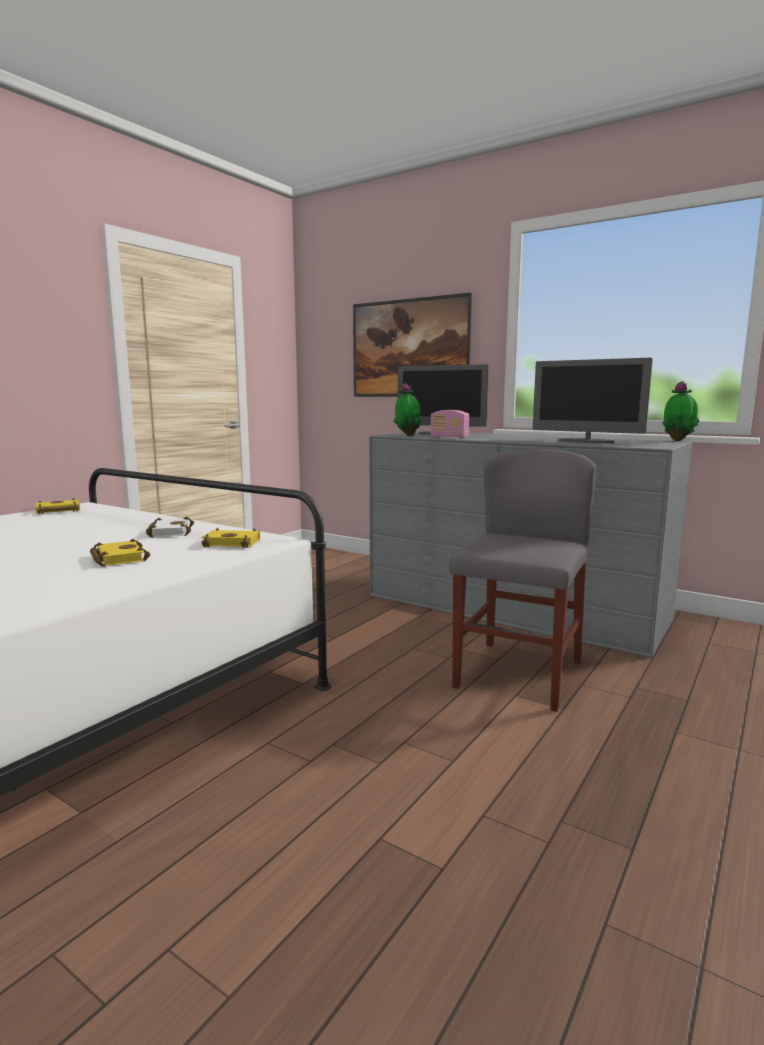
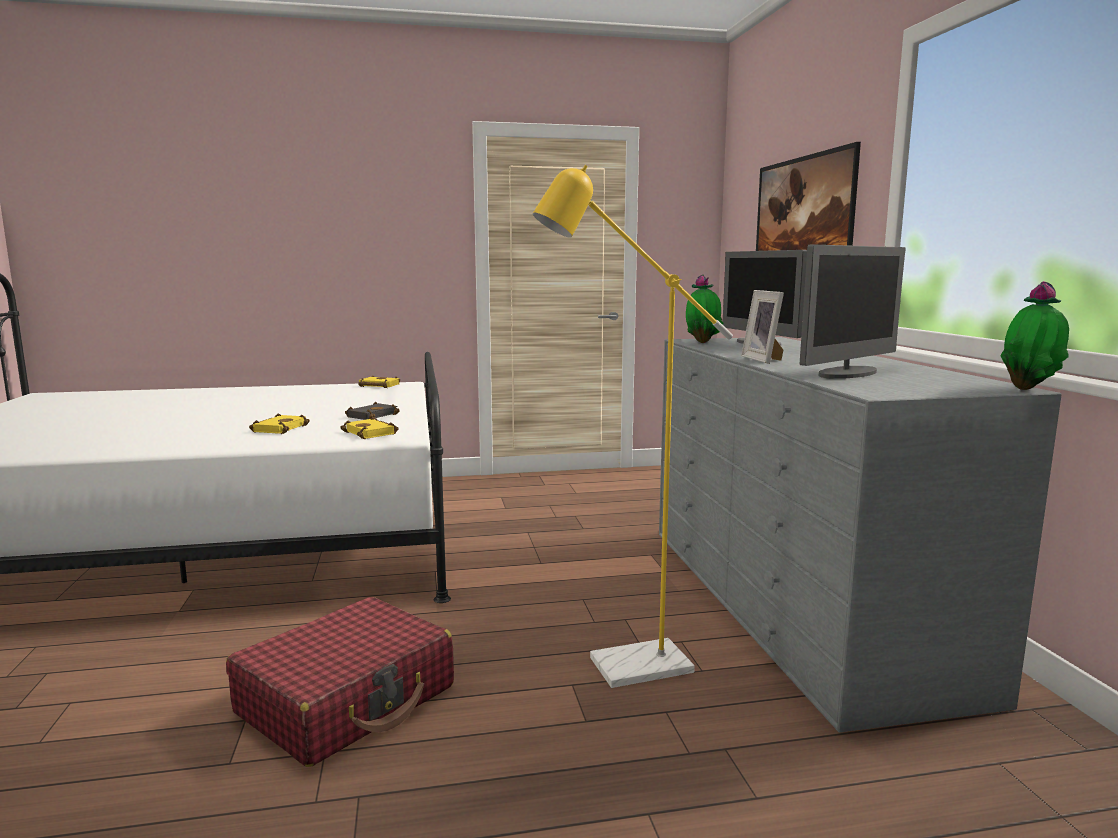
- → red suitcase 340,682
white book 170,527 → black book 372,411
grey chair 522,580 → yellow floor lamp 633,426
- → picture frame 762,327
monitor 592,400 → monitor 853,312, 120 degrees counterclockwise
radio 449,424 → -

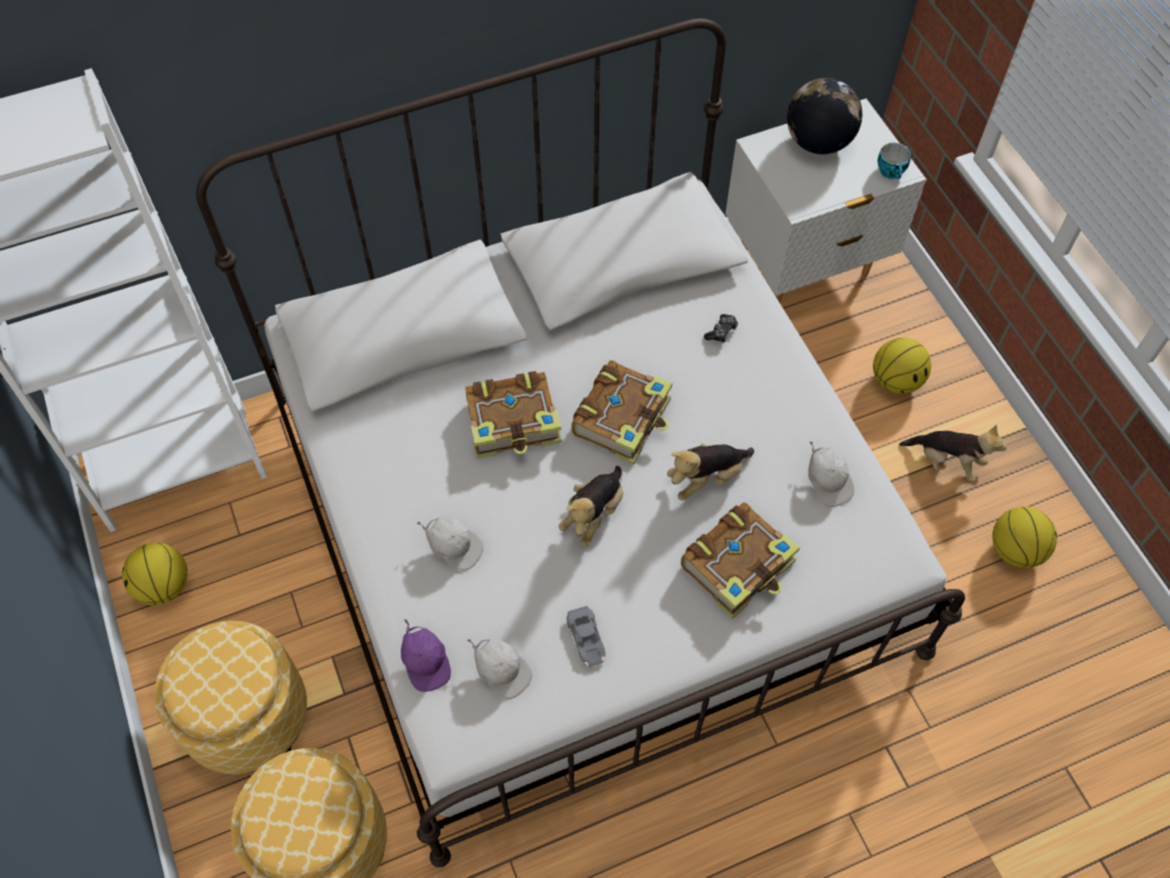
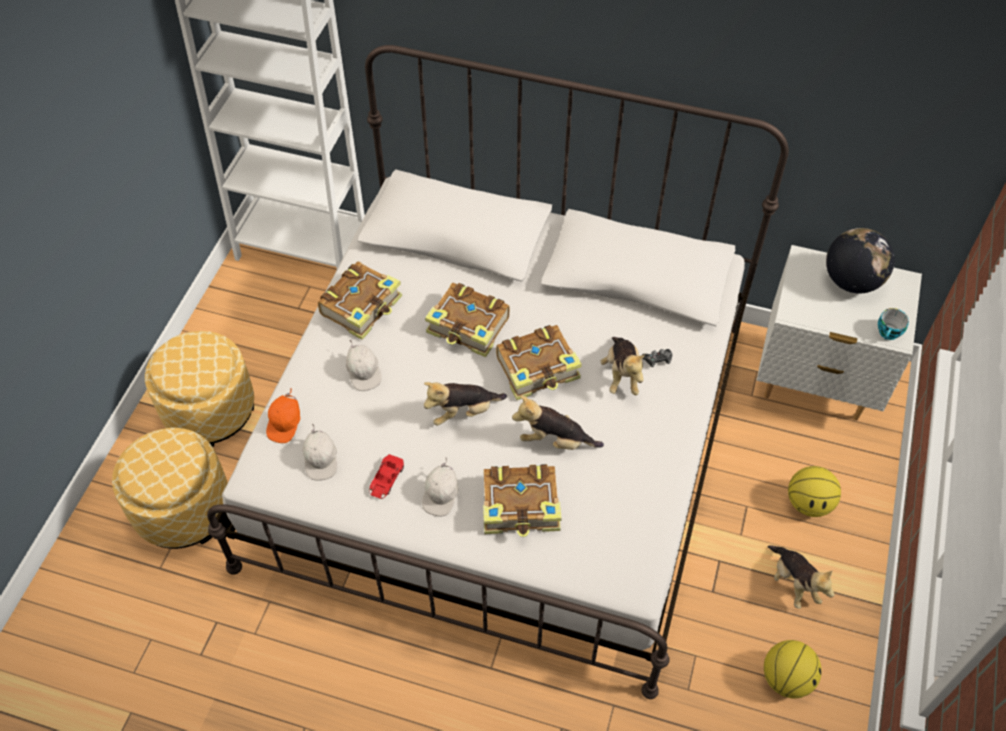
purple cap 426,655 → orange cap 283,415
- → book 360,300
grey toy car 586,636 → red toy car 386,476
white cap 831,474 → white cap 440,486, moved
- → plush toy 622,366
basketball 155,574 → -

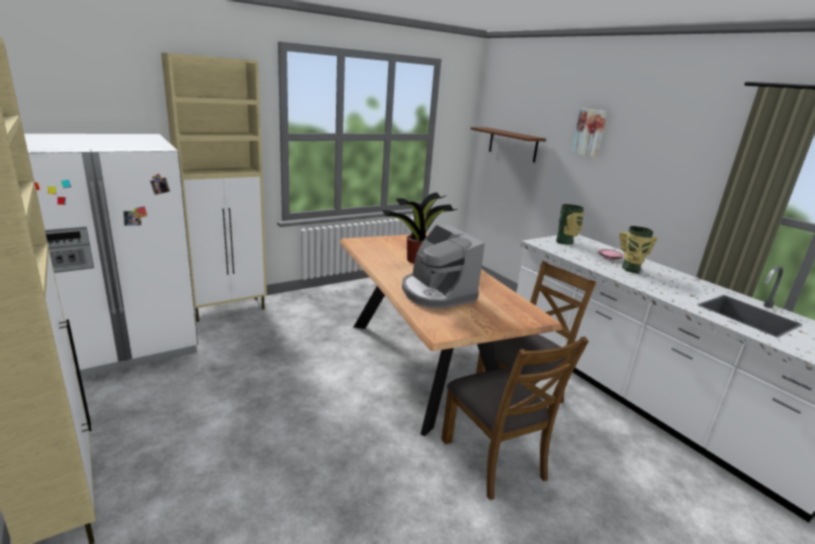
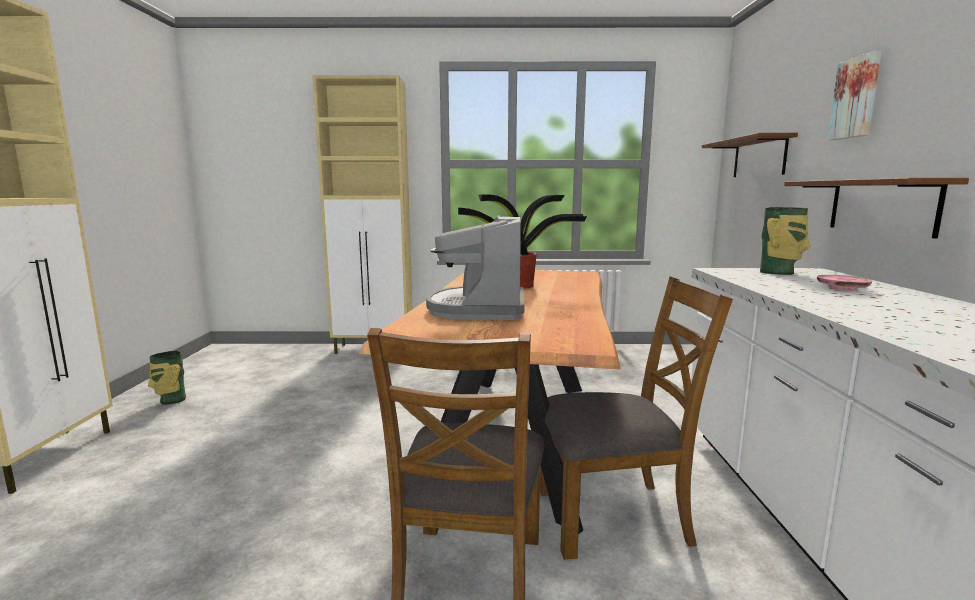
vase 638,249 → vase 167,378, moved
- → brown shelf 876,208
white fridge 111,256 → -

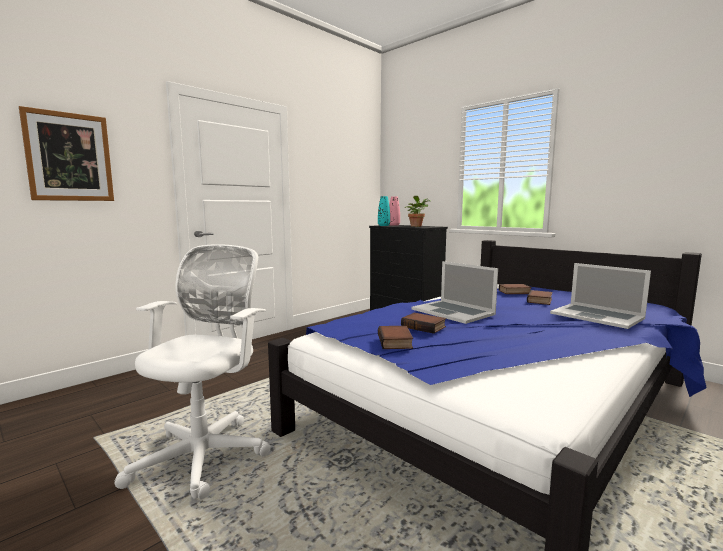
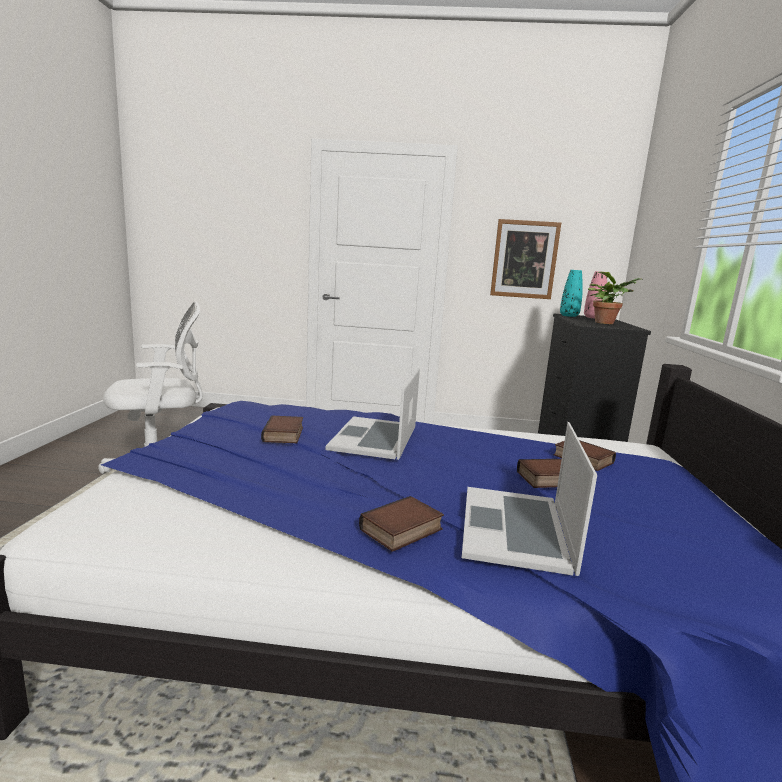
book 395,337 → book 401,524, moved
picture 66,153 → picture 525,259, moved

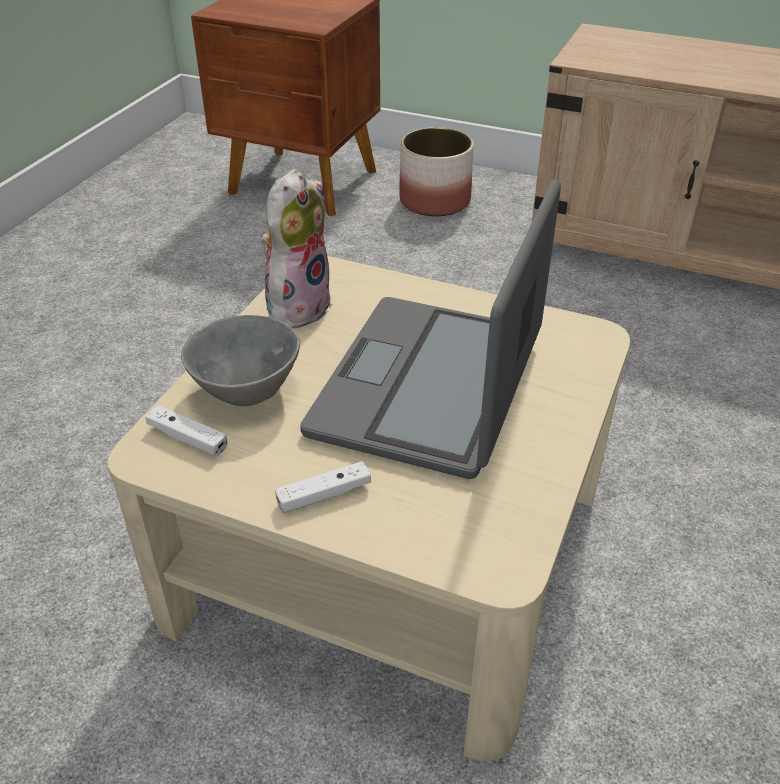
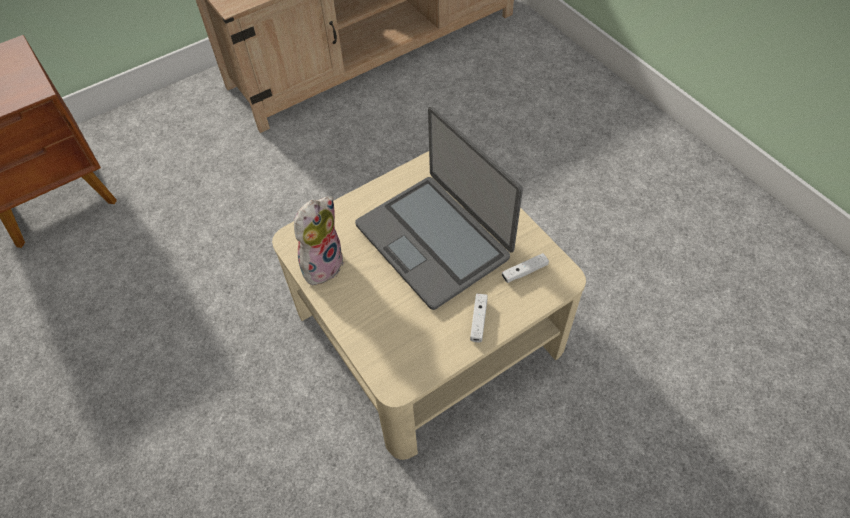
plush toy 297,249 → plush toy 319,240, 60 degrees clockwise
white game controller 186,430 → white game controller 525,268, moved
grey bowl 240,360 → -
planter 436,171 → -

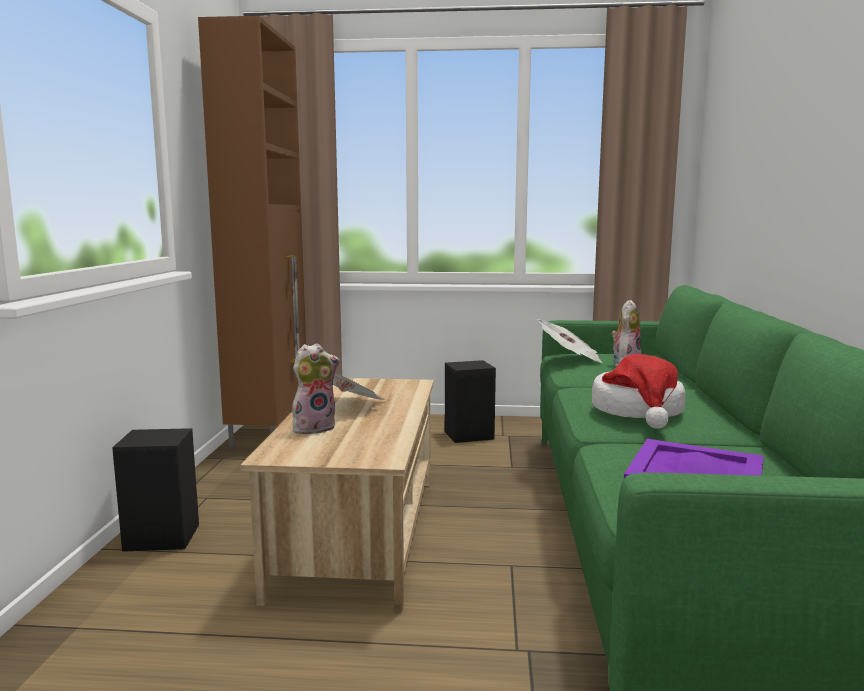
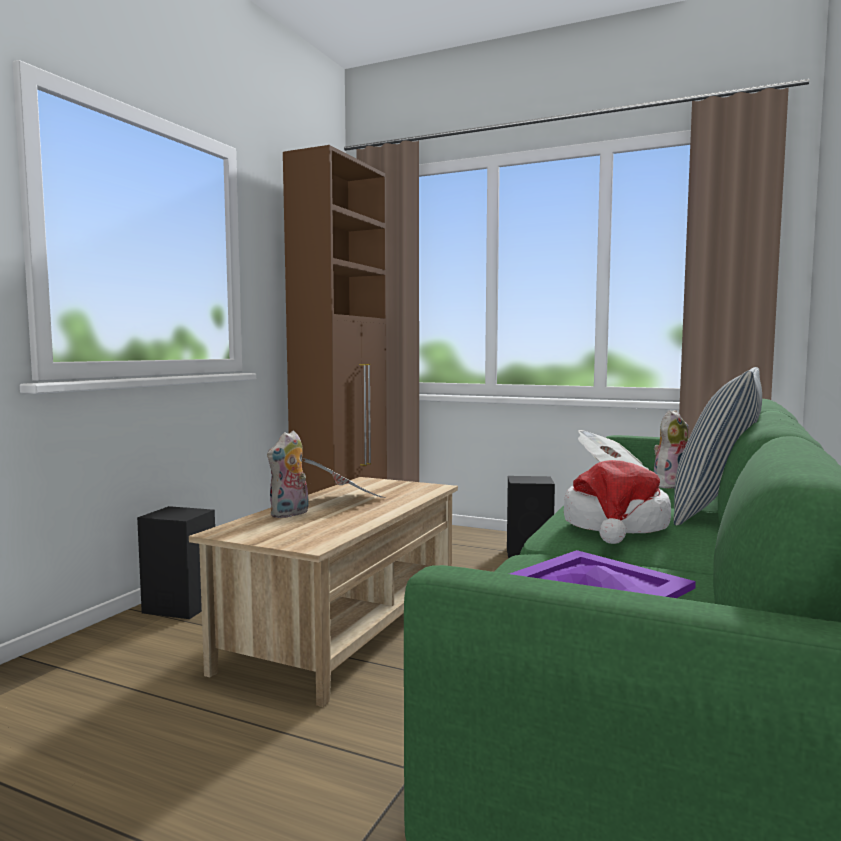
plush toy 316,389 → plush toy 288,474, 135 degrees clockwise
- → pillow 717,446

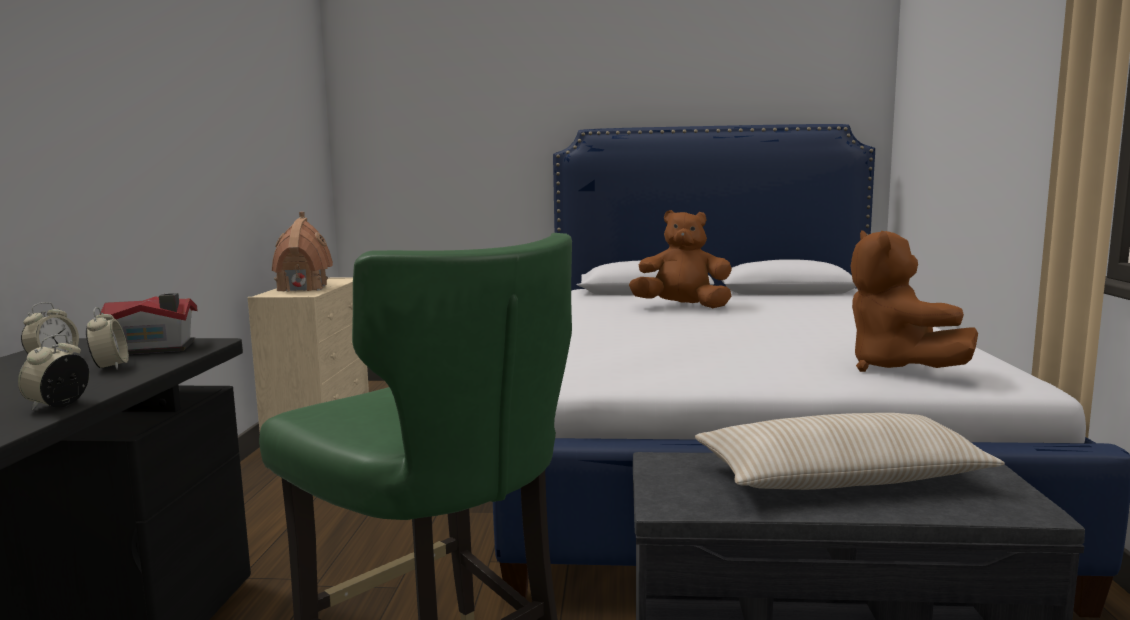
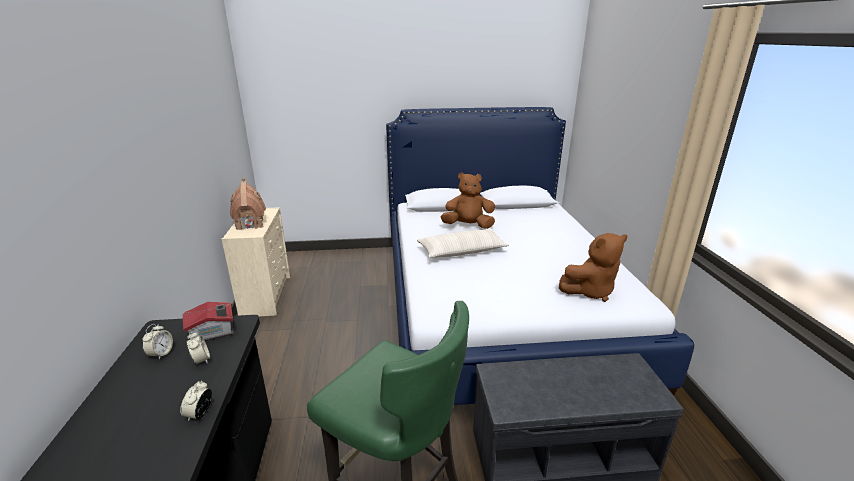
beige pillow 850,451 → beige pillow 463,243, moved
brown plush toy 914,301 → brown plush toy 593,267, 90 degrees counterclockwise

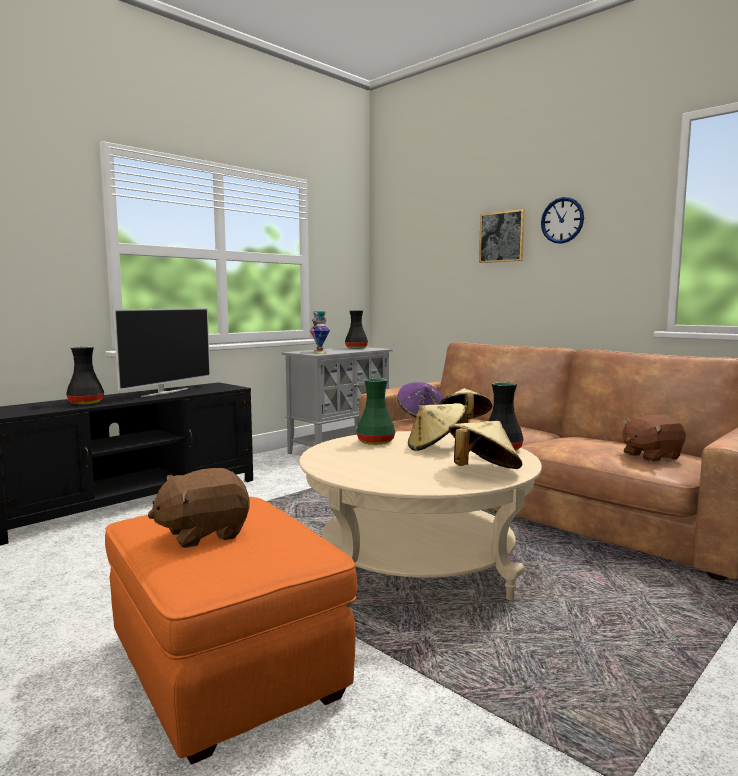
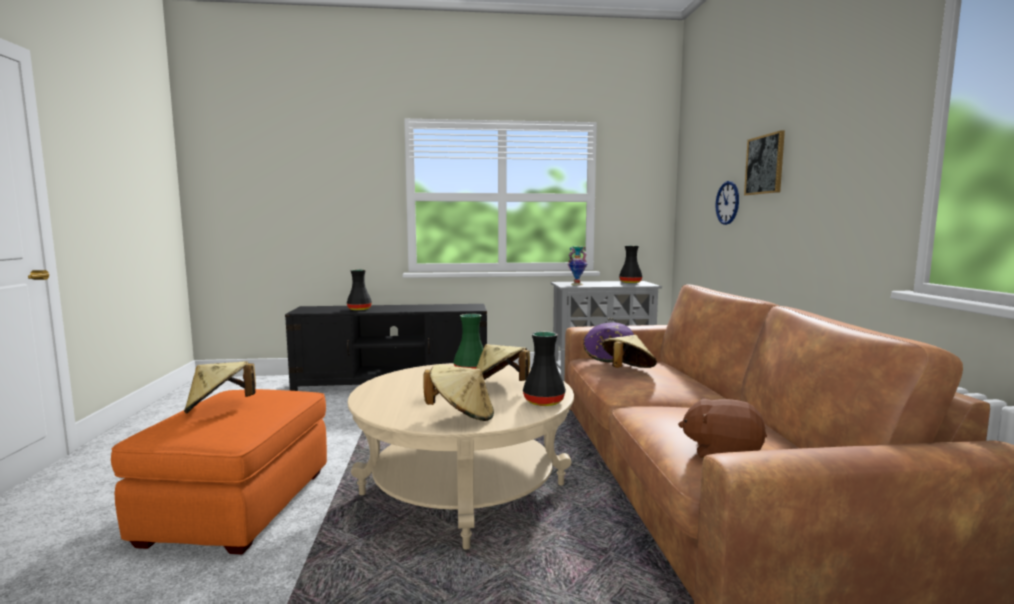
brown plush toy 198,508 → beige hat 220,387
wall clock 562,220 → wall clock 727,203, moved
television 161,352 → -

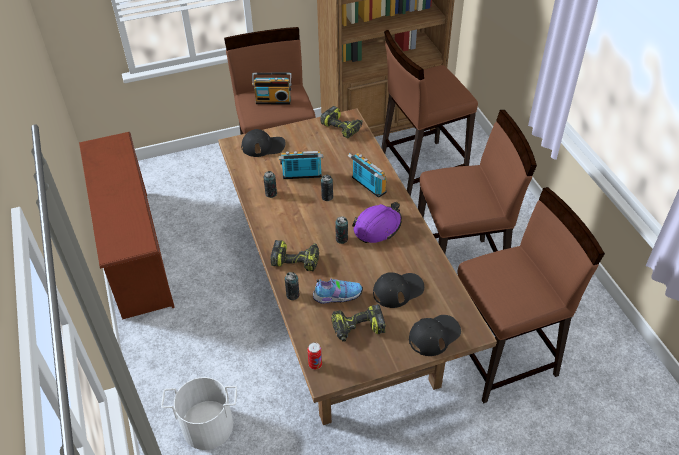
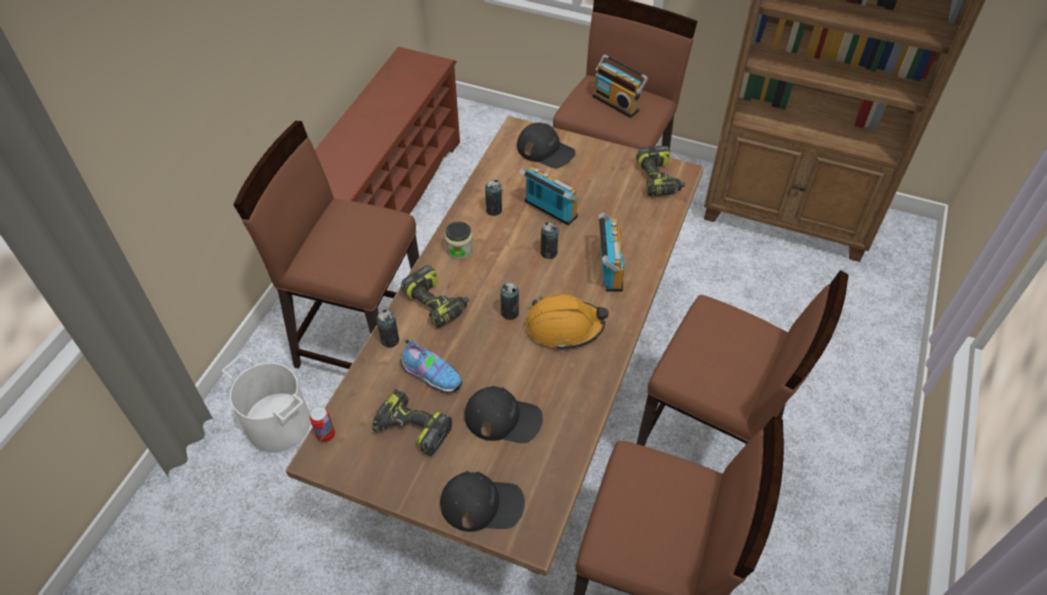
brown stool 430,113 → brown stool 326,245, moved
- → jar 459,240
purple hard hat 377,222 → orange hard hat 567,322

